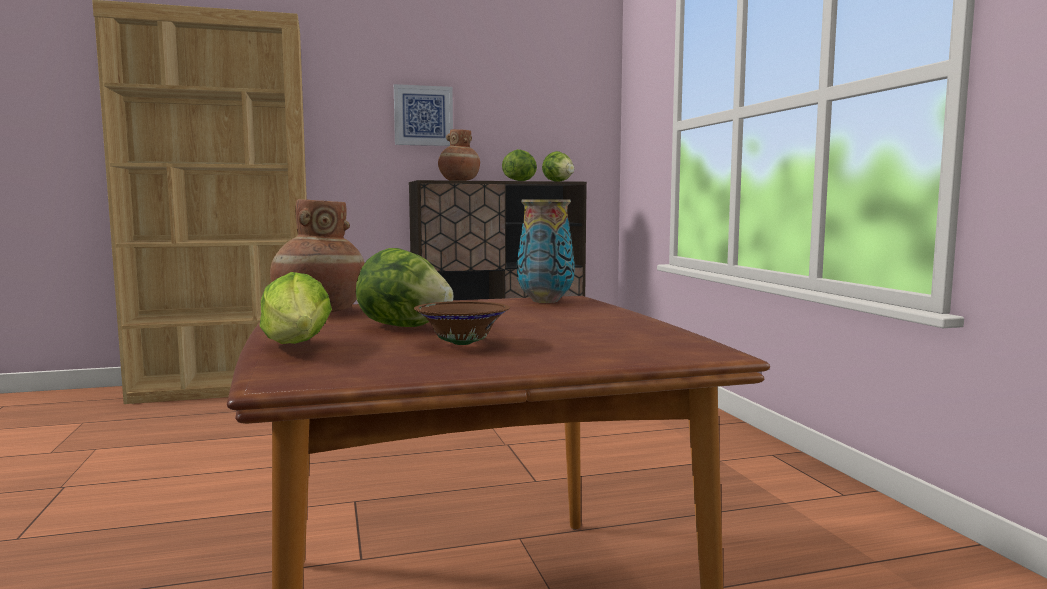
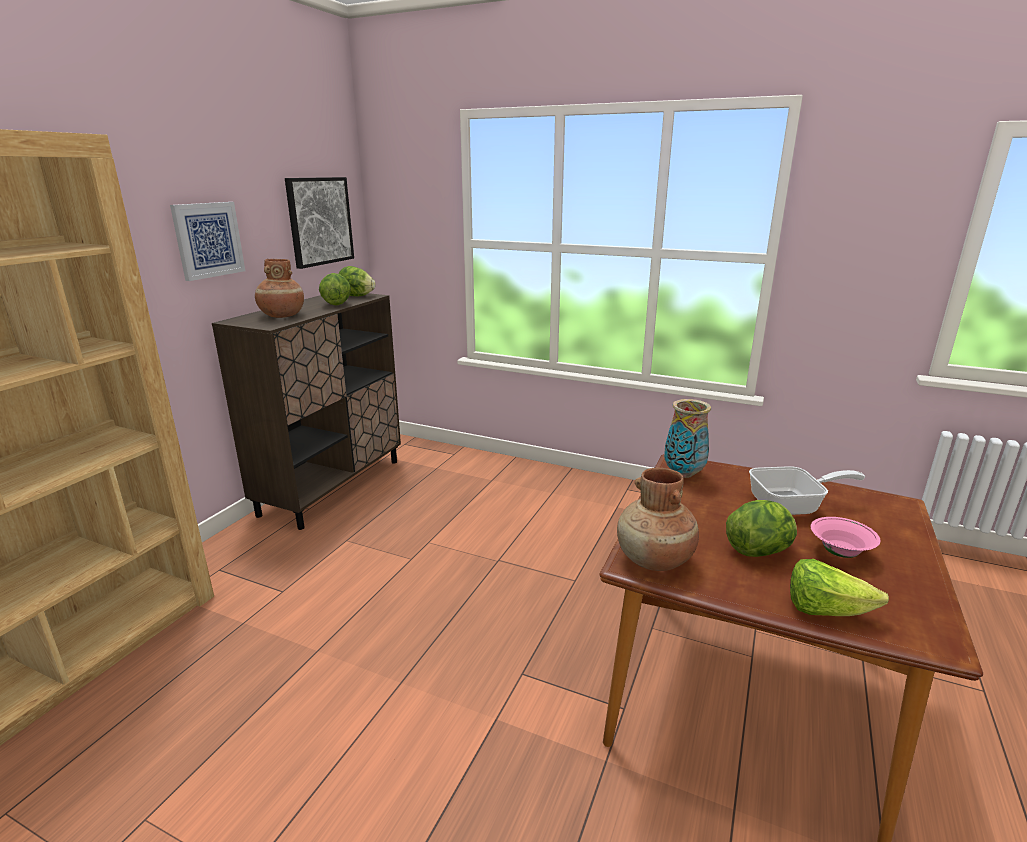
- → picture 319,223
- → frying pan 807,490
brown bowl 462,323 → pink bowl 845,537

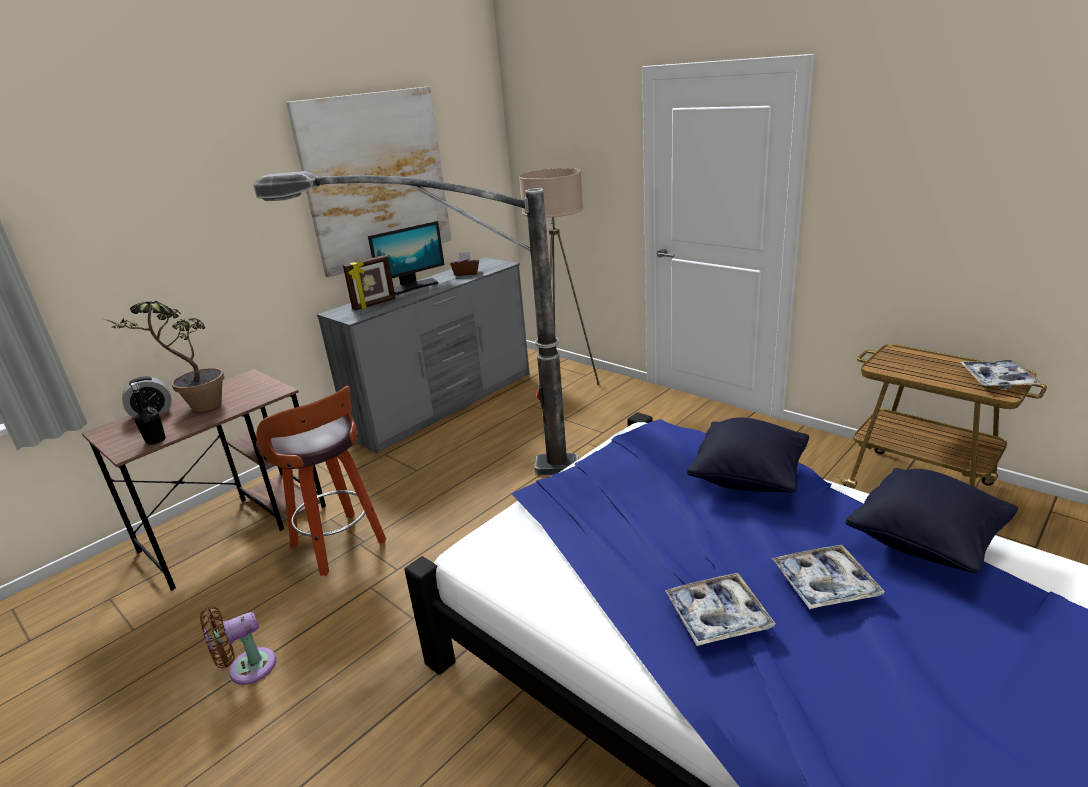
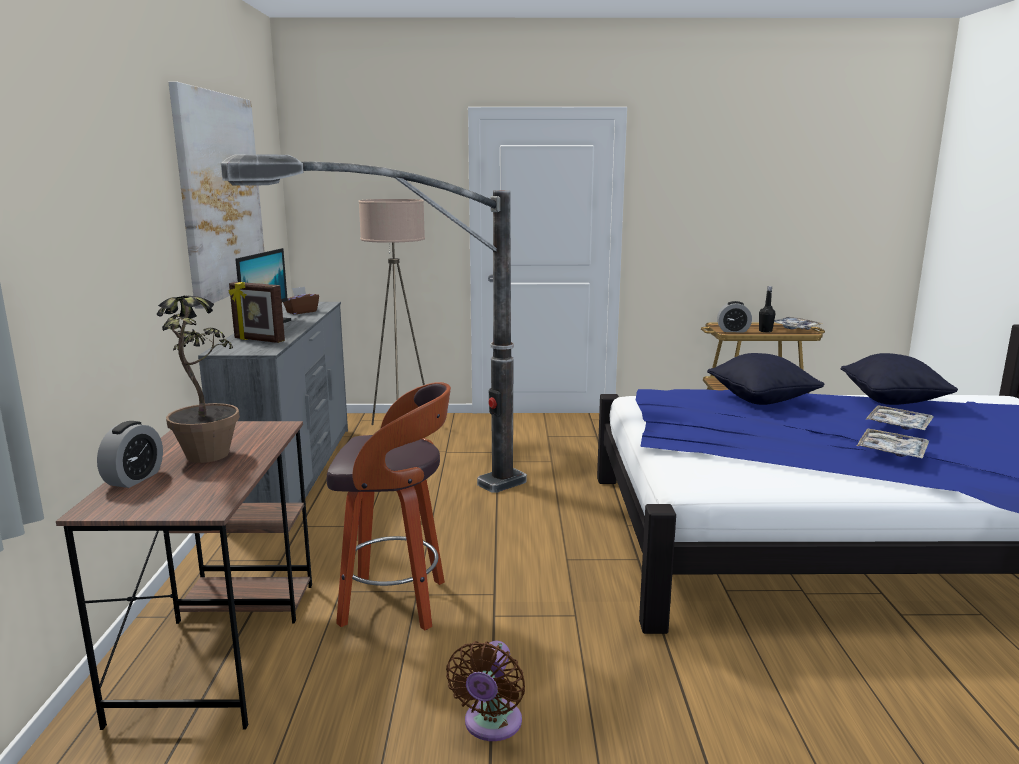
picture frame 369,282 → picture frame 256,312, 105 degrees clockwise
- → alarm clock 734,317
black bottle 148,413 → black bottle 767,309, moved

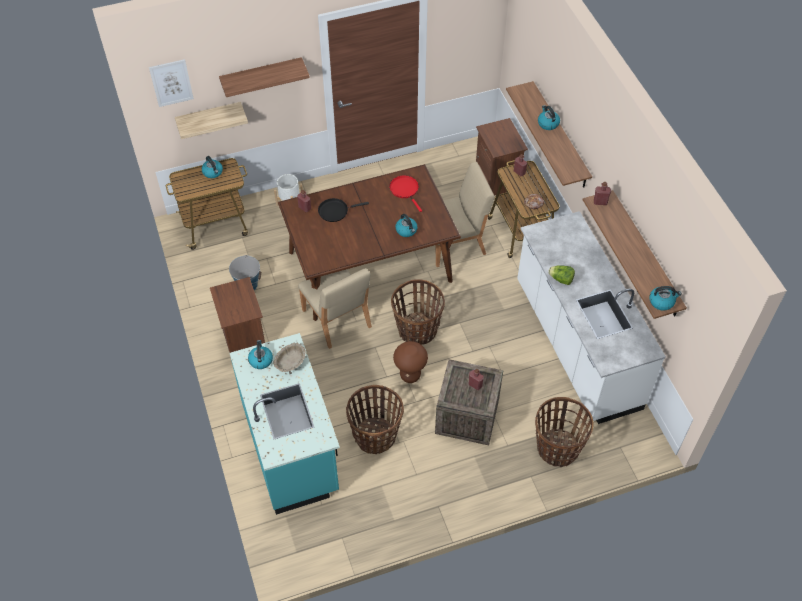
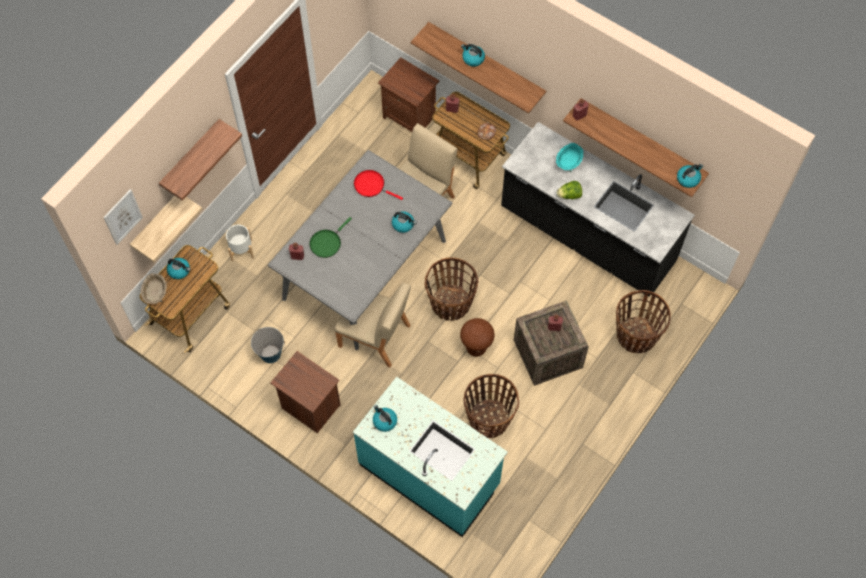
beige bowl 289,358 → beige bowl 153,288, moved
brown dining table 369,242 → grey dining table 360,250
black frying pan 343,210 → green frying pan 331,237
white counter 591,317 → black counter 598,209
- → turquoise bowl 569,157

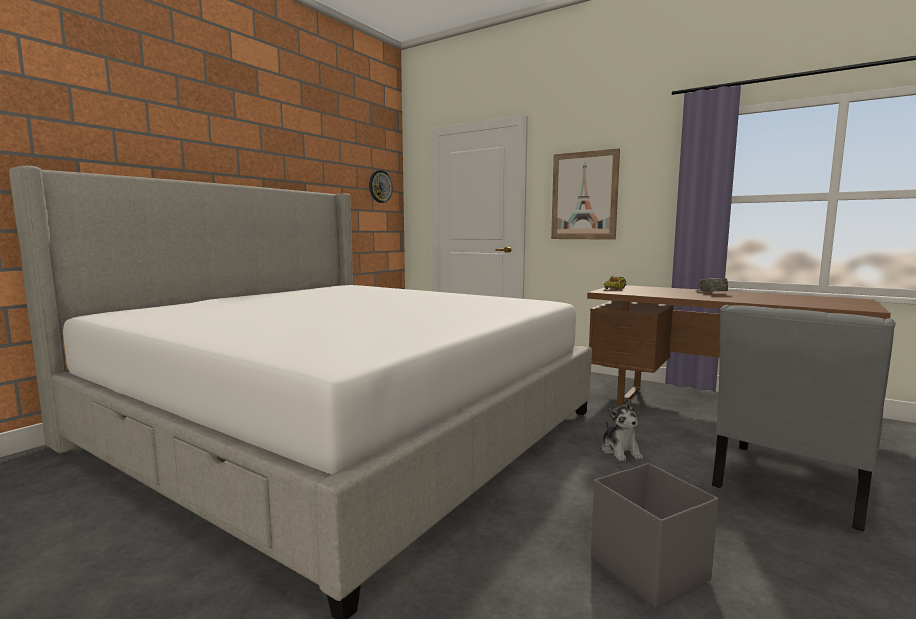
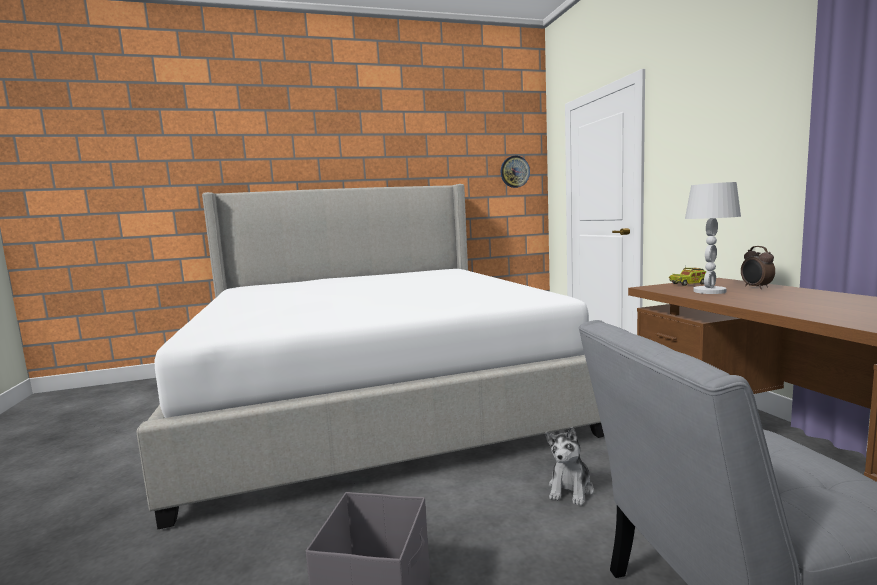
- → white table lamp 713,238
- → alarm clock 758,267
picture 585,194 → -
grey cap 711,285 → -

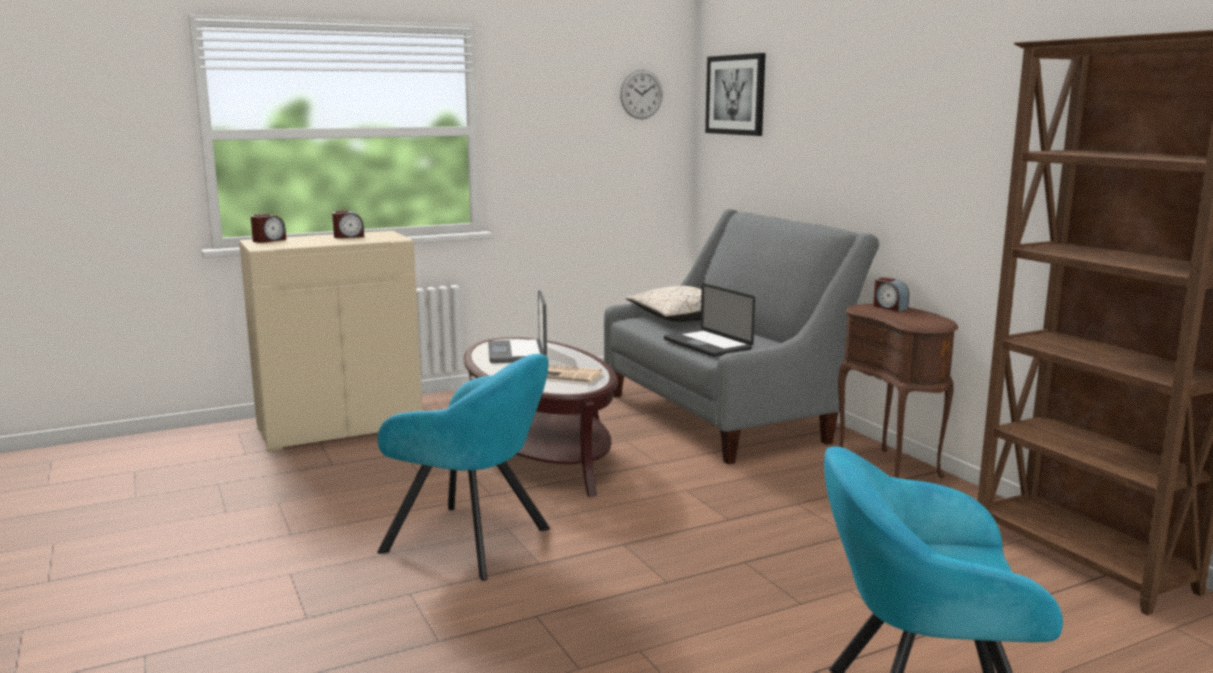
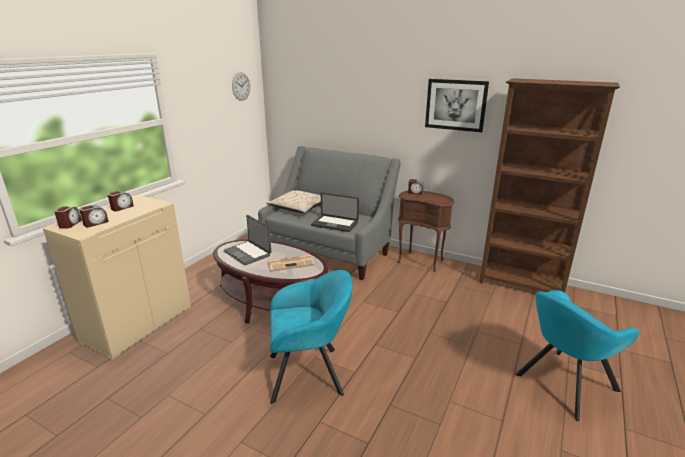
- → alarm clock 94,216
picture 735,94 → picture 457,105, moved

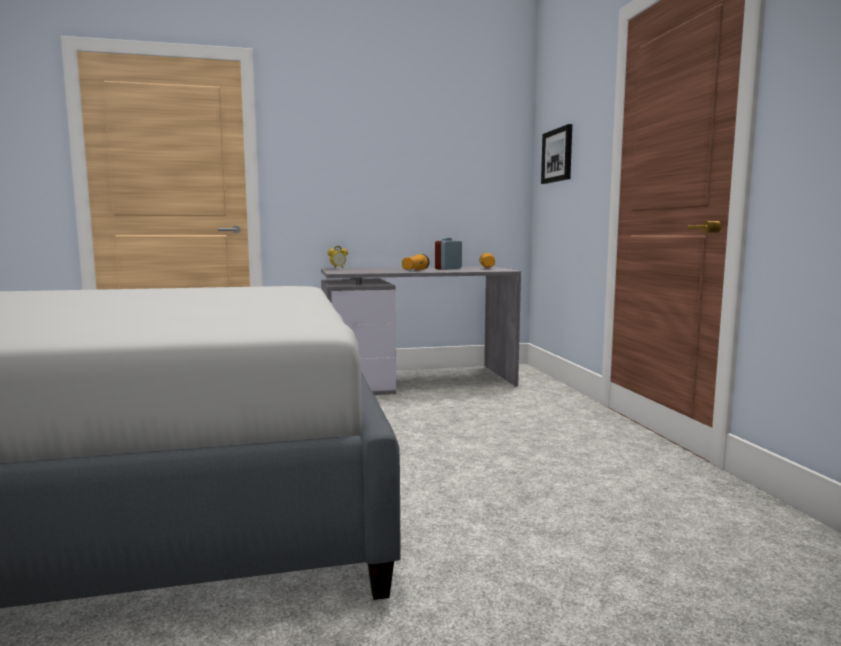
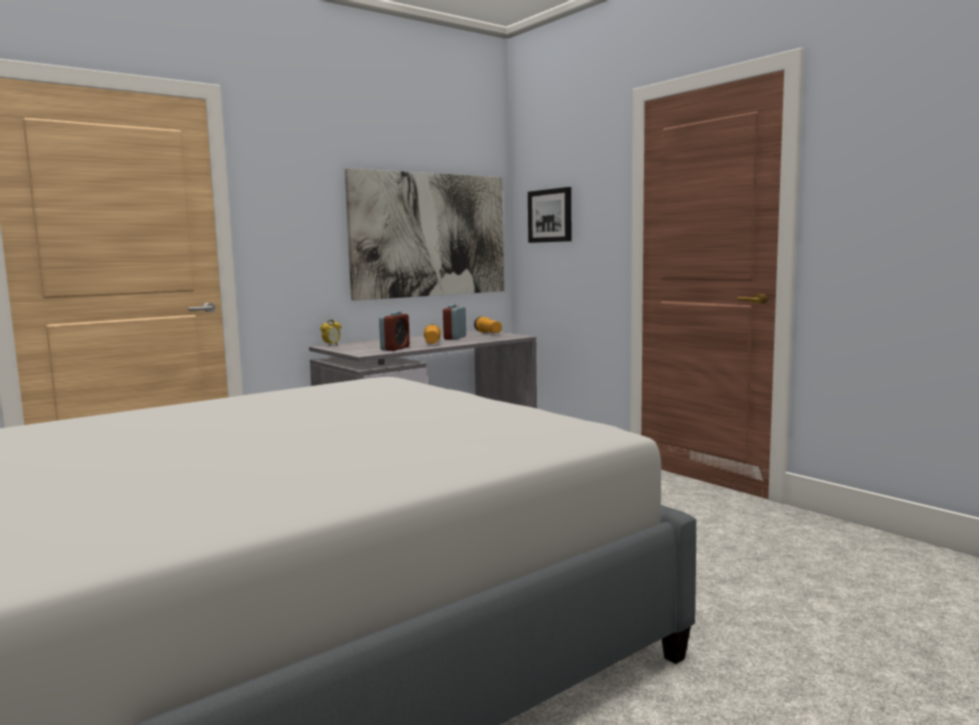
- → picture 424,234
- → alarm clock 394,331

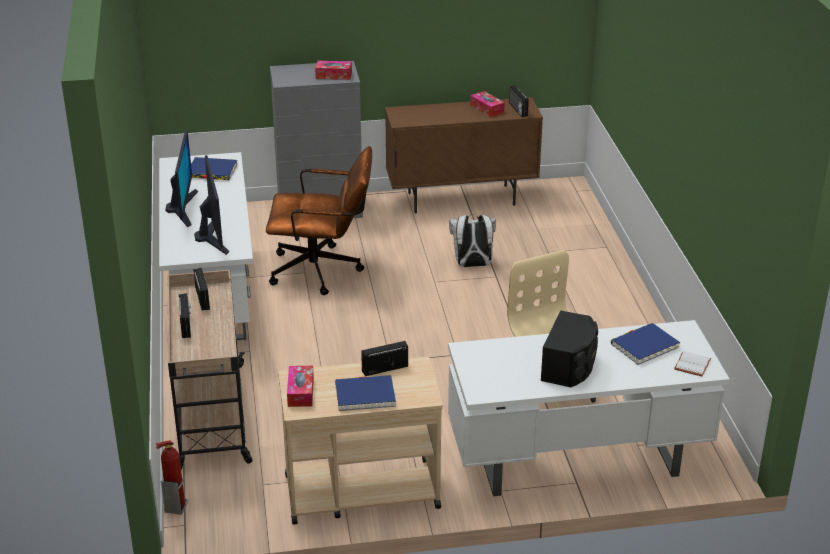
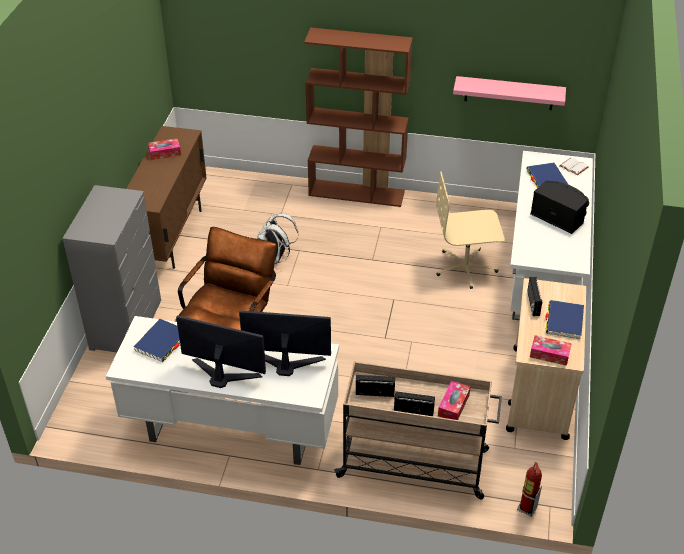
- → brown bookcase 358,117
tissue box 333,70 → tissue box 454,400, moved
- → pink shelf 509,93
radio 519,101 → -

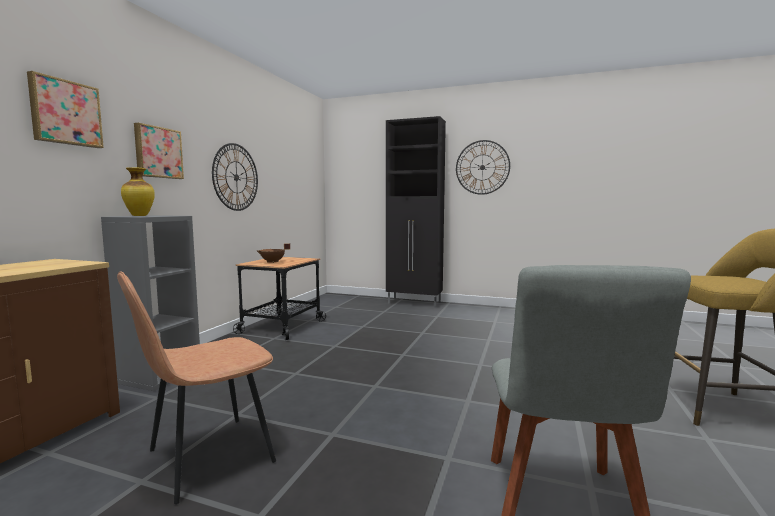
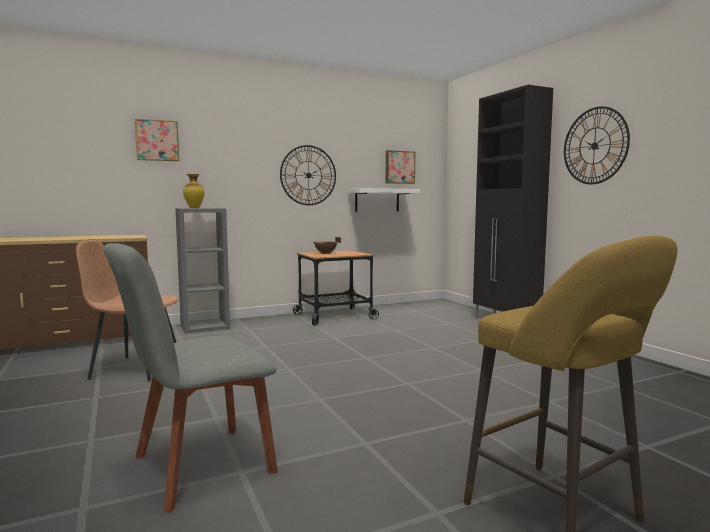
- → white shelf 384,200
picture 159,151 → picture 401,167, moved

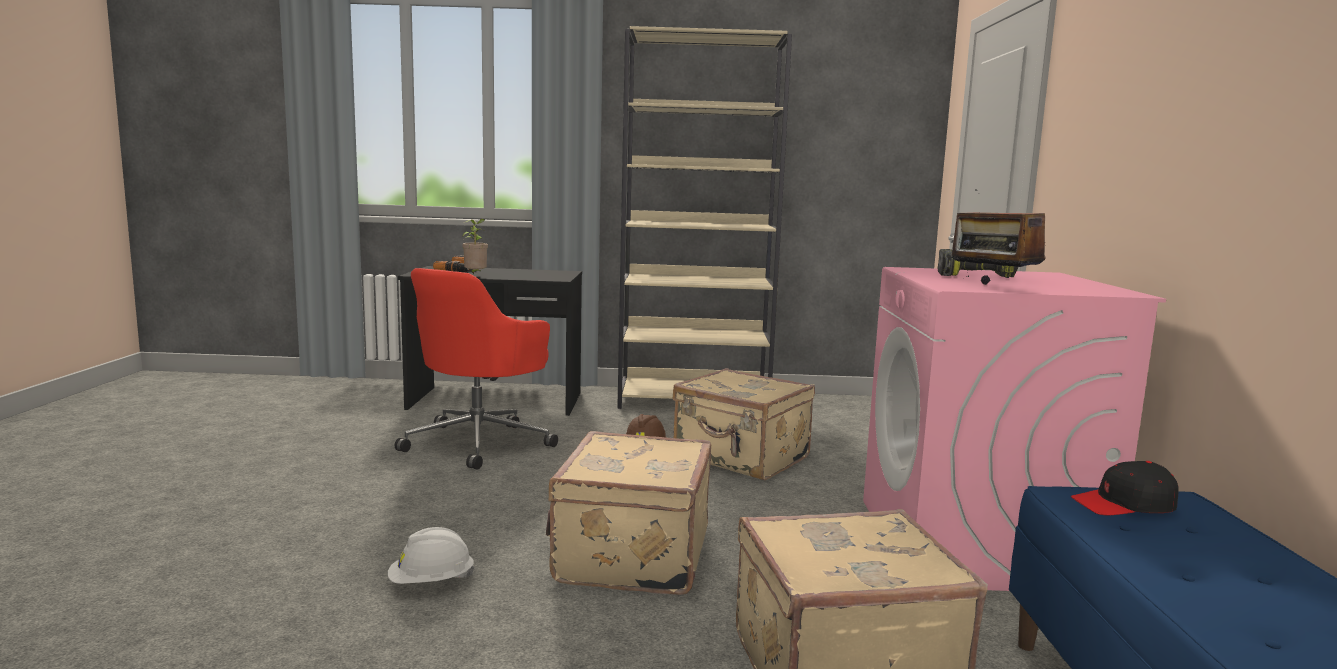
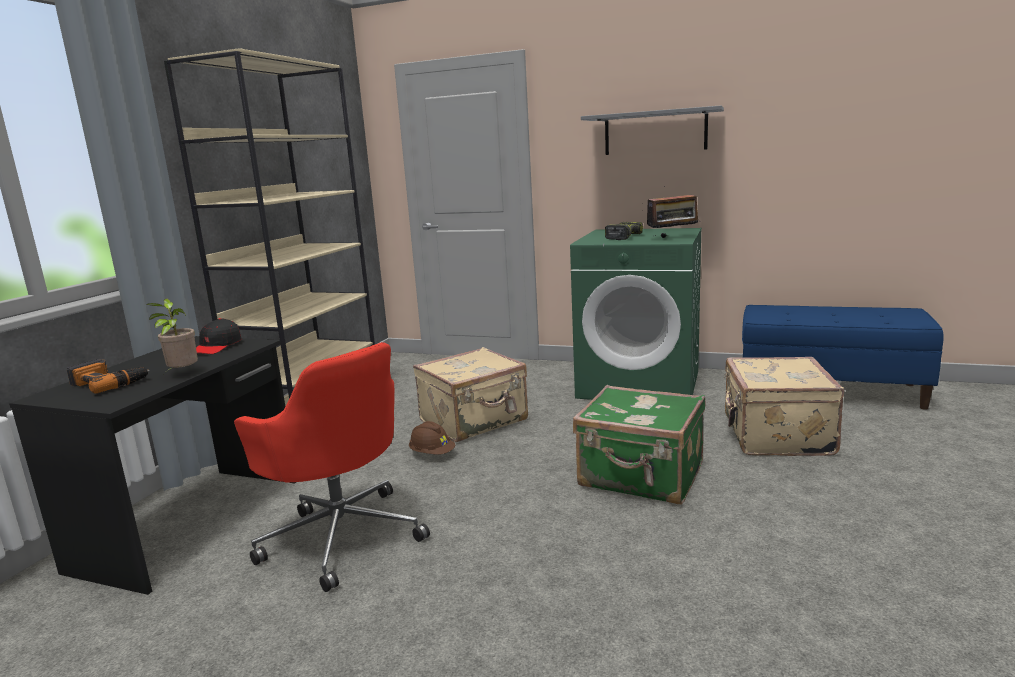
black cap 1125,488 → black cap 218,336, moved
pink washing machine 1014,429 → green washing machine 636,314
beige suitcase 628,513 → green suitcase 639,444
- → grey shelf 652,130
white hard hat 431,555 → -

